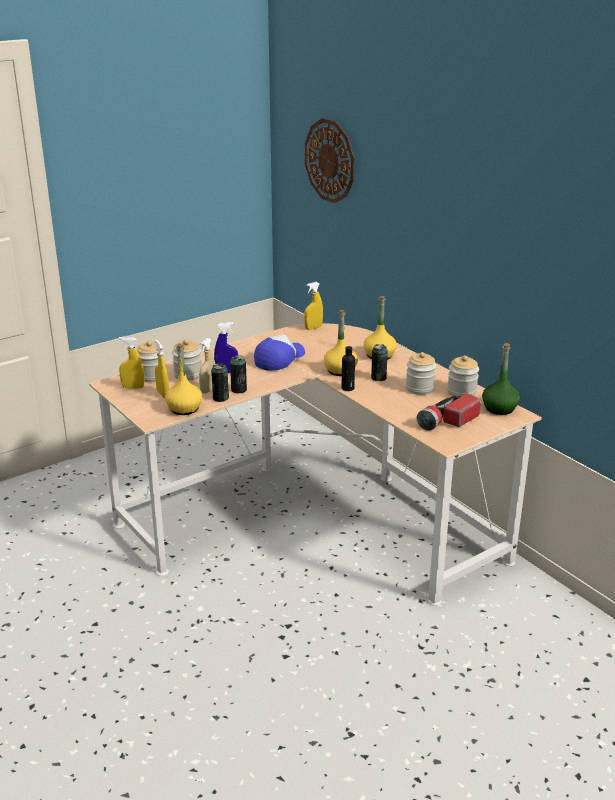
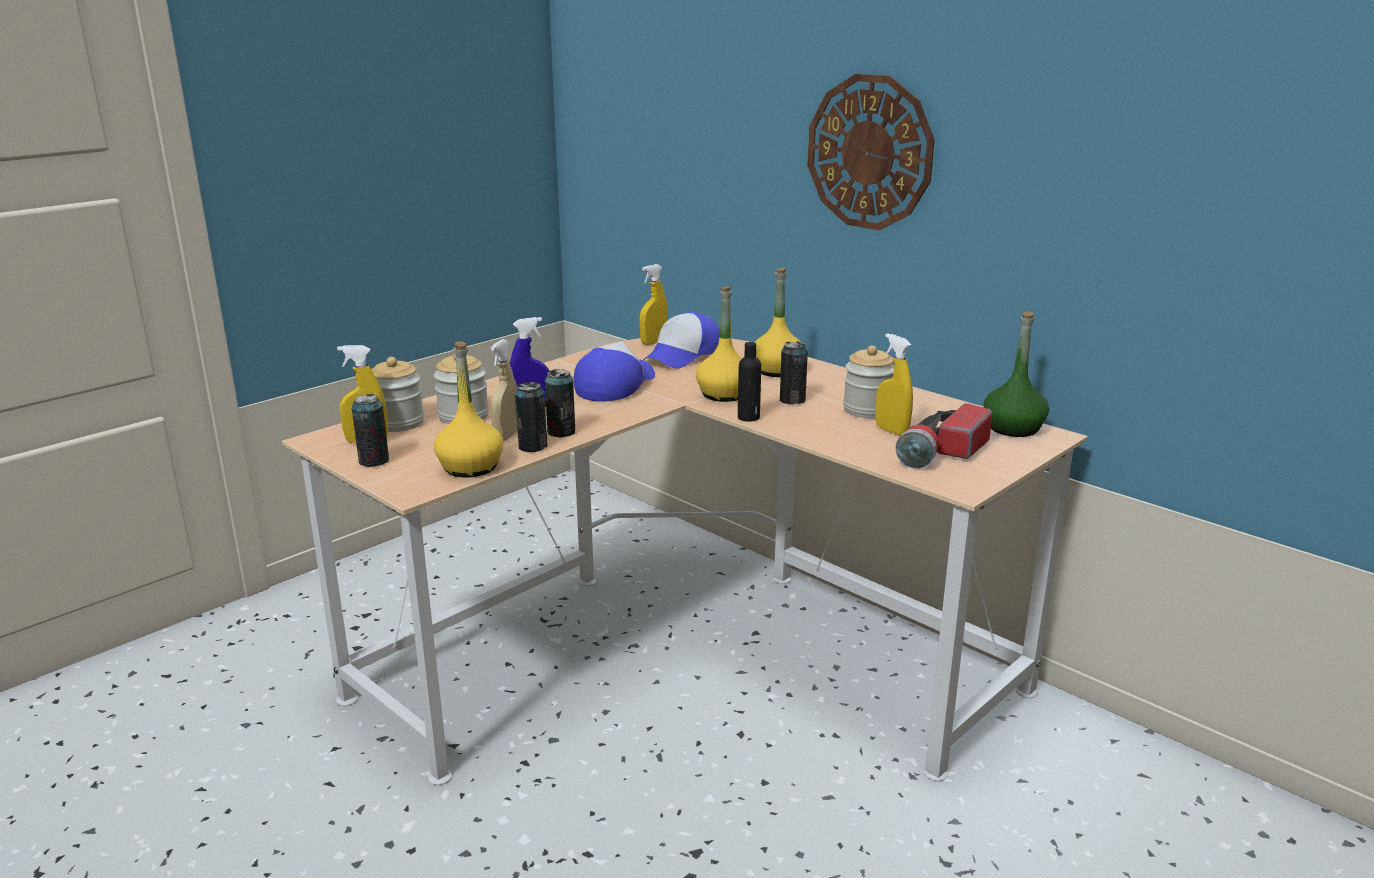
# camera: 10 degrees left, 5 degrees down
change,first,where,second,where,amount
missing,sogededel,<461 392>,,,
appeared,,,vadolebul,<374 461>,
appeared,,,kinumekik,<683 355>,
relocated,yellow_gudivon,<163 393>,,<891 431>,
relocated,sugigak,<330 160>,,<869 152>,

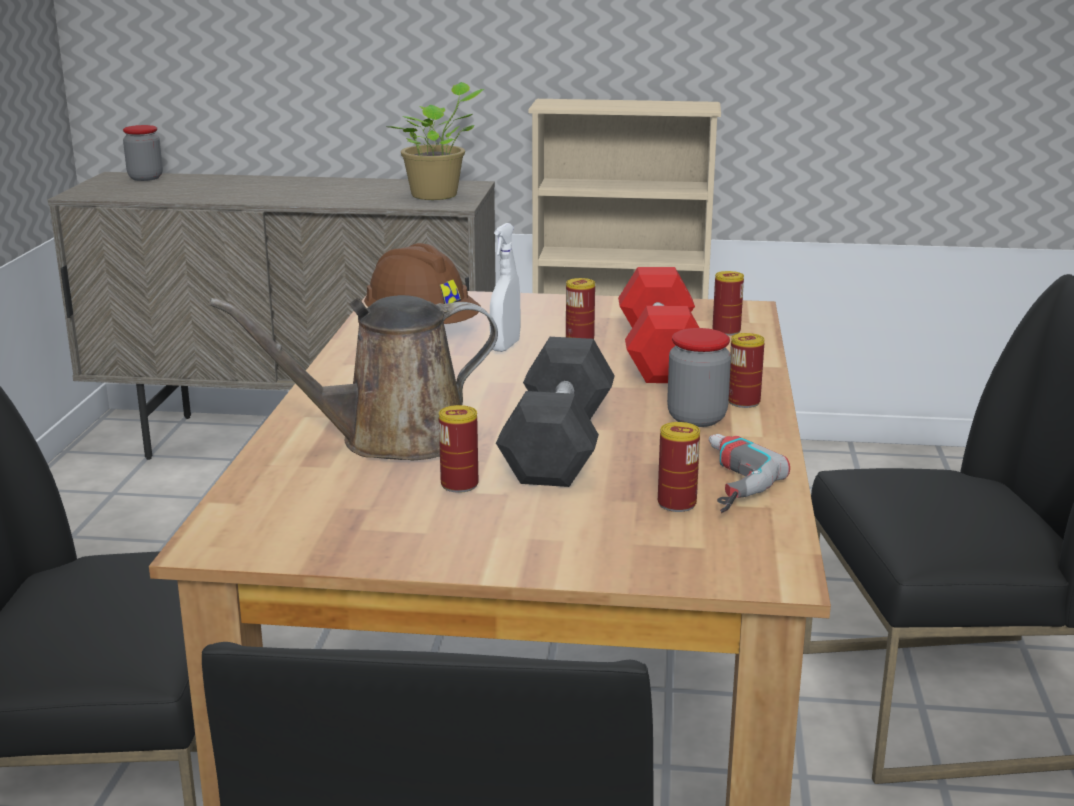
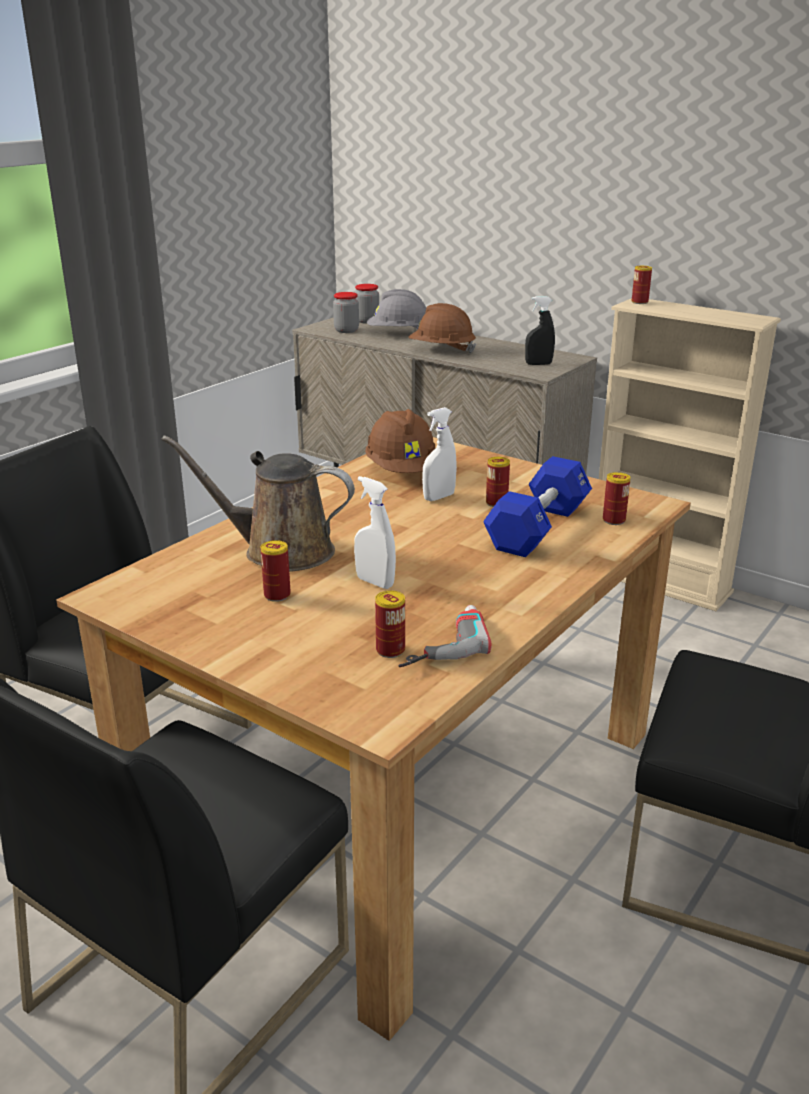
# camera: 30 degrees right, 5 degrees up
change,first,where,second,where,amount
appeared,,,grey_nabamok,<398 334>,
appeared,,,brown_nabamok,<441 350>,
relocated,sogededel,<696 418>,,<346 330>,
relocated,vadolebul,<743 402>,,<639 302>,
exchanged,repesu,<438 195>,black_gudivon,<538 364>,
exchanged,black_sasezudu,<558 444>,white_gudivon,<375 582>,
colour,red_sasezudu,<660 354>,blue_sasezudu,<538 528>,

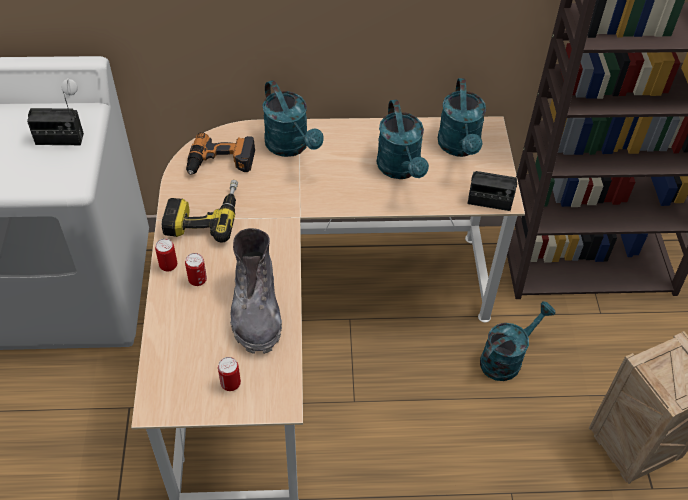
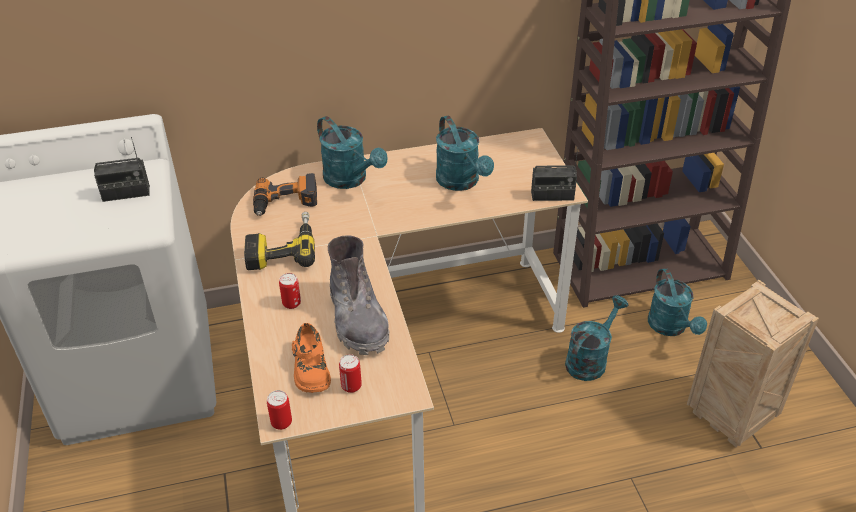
# camera: 10 degrees left, 10 degrees down
change,first,where,second,where,amount
appeared,,,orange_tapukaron,<310 368>,
relocated,vadolebul,<168 265>,,<281 422>,
relocated,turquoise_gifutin,<460 147>,,<671 327>,

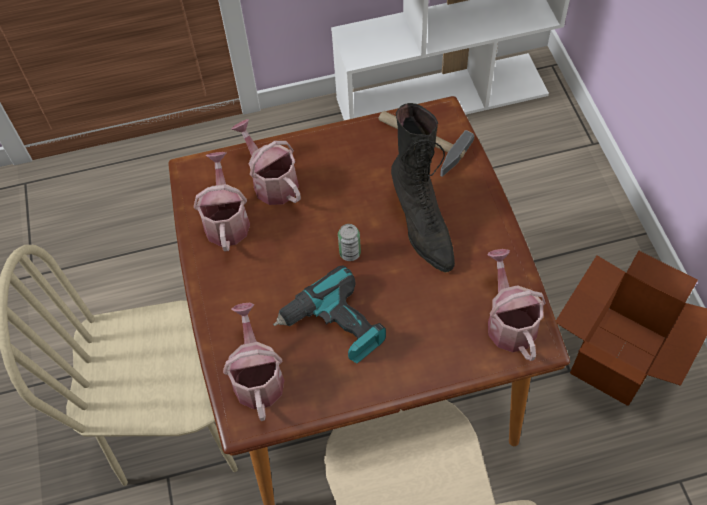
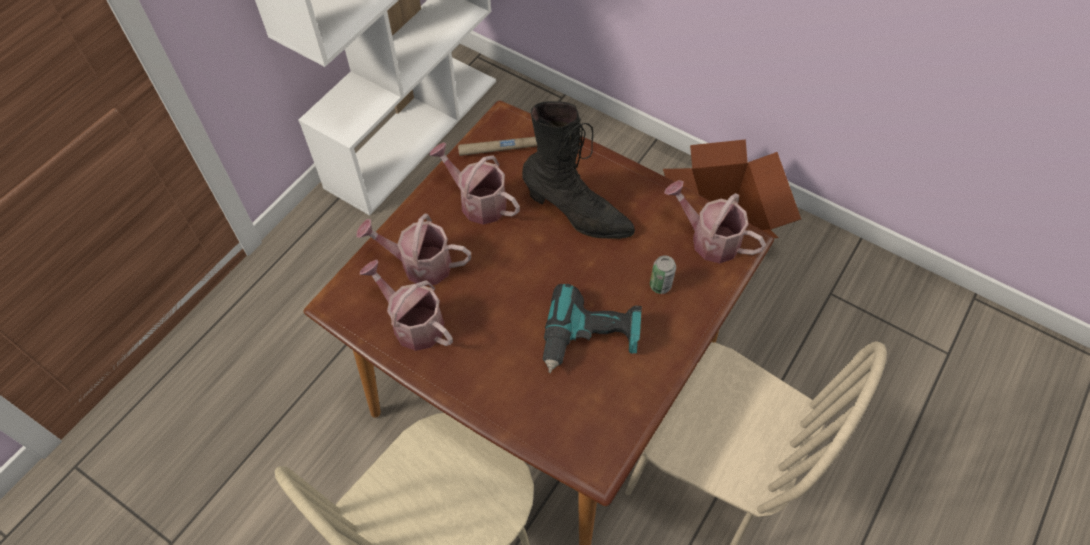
# camera: 45 degrees left, 0 degrees up
change,first,where,second,where,amount
relocated,gifutin,<257 377>,,<477 201>,
relocated,vadolebul,<350 253>,,<660 285>,

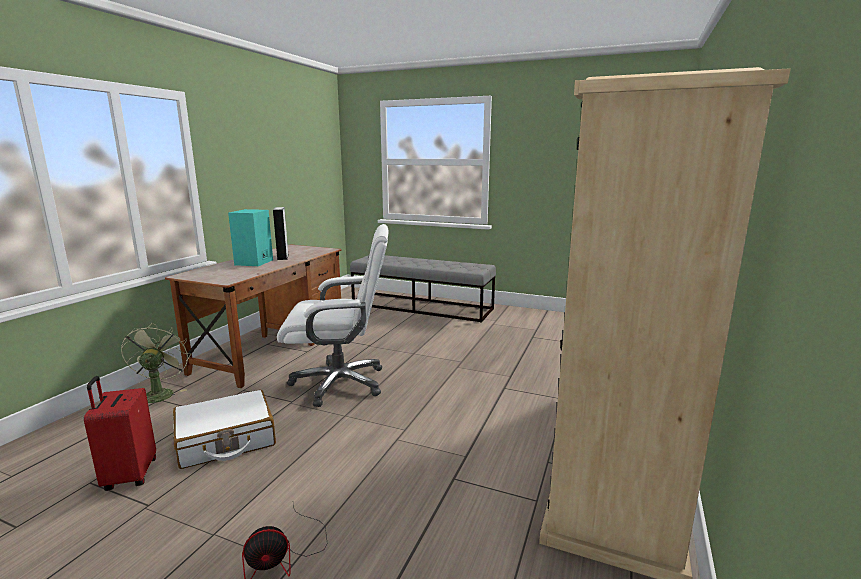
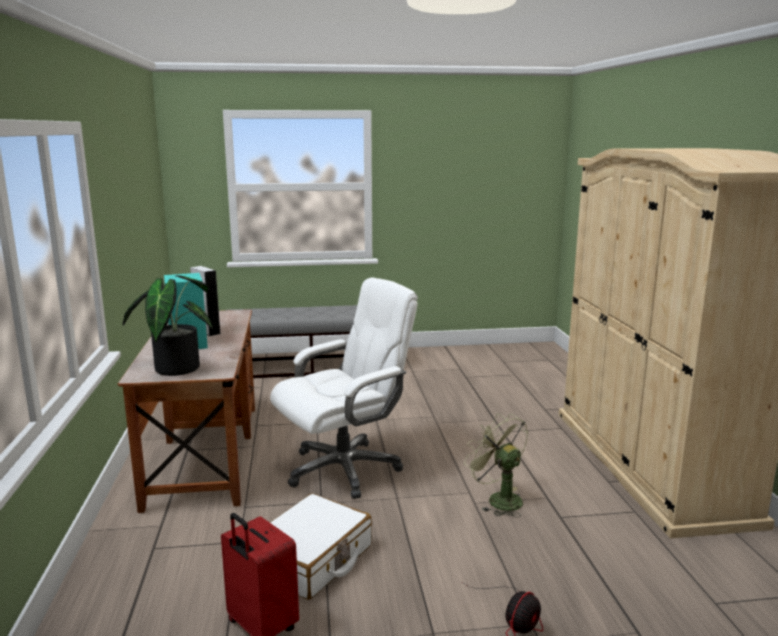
# camera: 30 degrees left, 0 degrees up
change,first,where,second,where,amount
appeared,,,repesu,<175 367>,
relocated,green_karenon,<159 393>,,<498 499>,

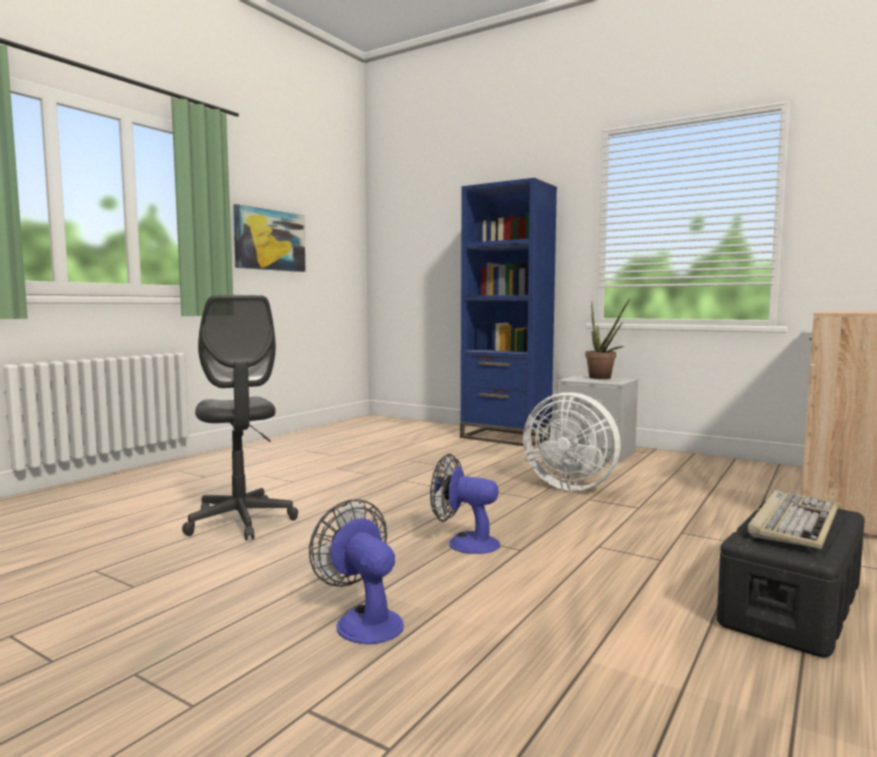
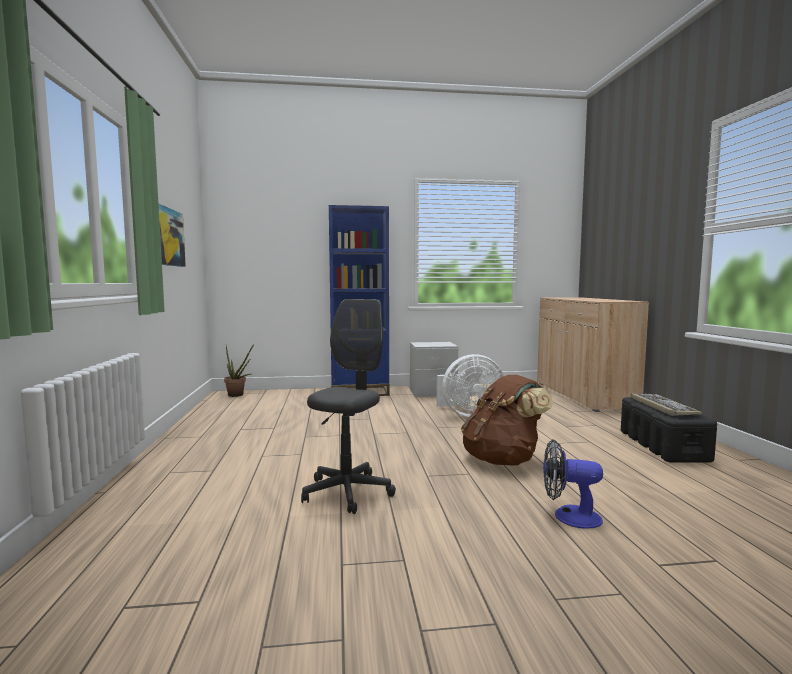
# camera: 40 degrees left, 0 degrees up
change,first,where,second,where,amount
relocated,repesu,<603 378>,,<238 395>,
exchanged,karenon,<464 543>,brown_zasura,<503 460>,
spun,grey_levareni,<240 522>,,<347 492>,90 degrees counterclockwise

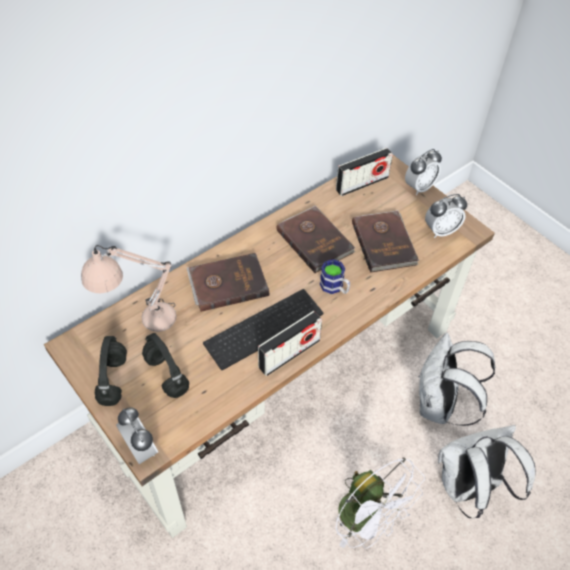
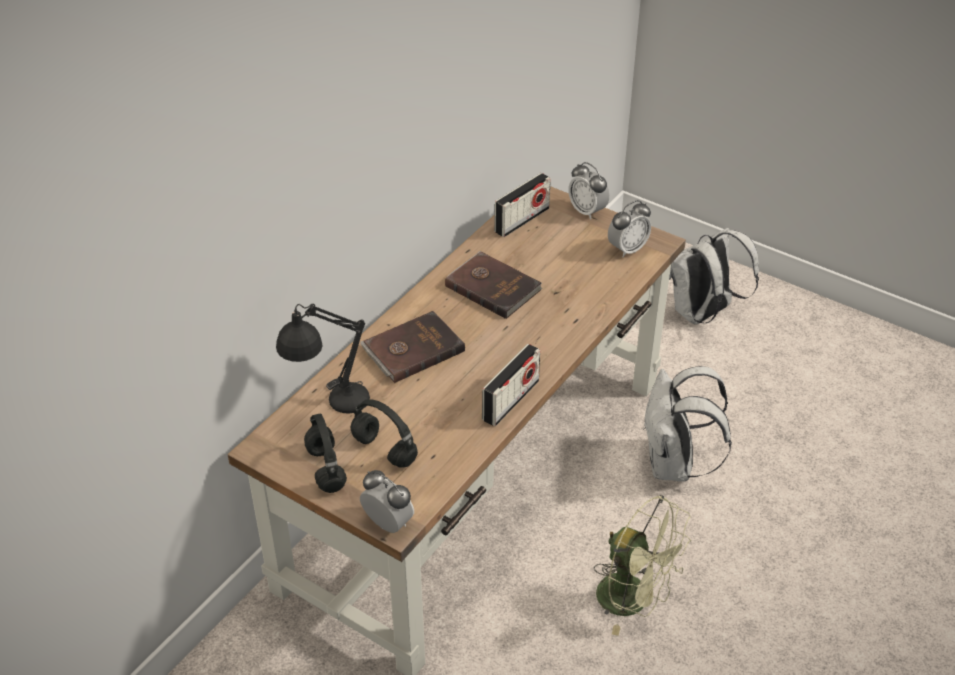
# camera: 15 degrees left, 10 degrees down
change,first,where,second,where,amount
missing,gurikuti,<264 326>,,,
missing,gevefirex,<335 287>,,,
missing,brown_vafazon,<384 243>,,,
relocated,white_zasura,<468 487>,,<702 314>,
colour,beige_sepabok,<140 322>,black_sepabok,<330 408>,
colour,white_karenon,<367 519>,green_karenon,<634 600>,
spun,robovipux,<419 187>,,<587 211>,105 degrees clockwise

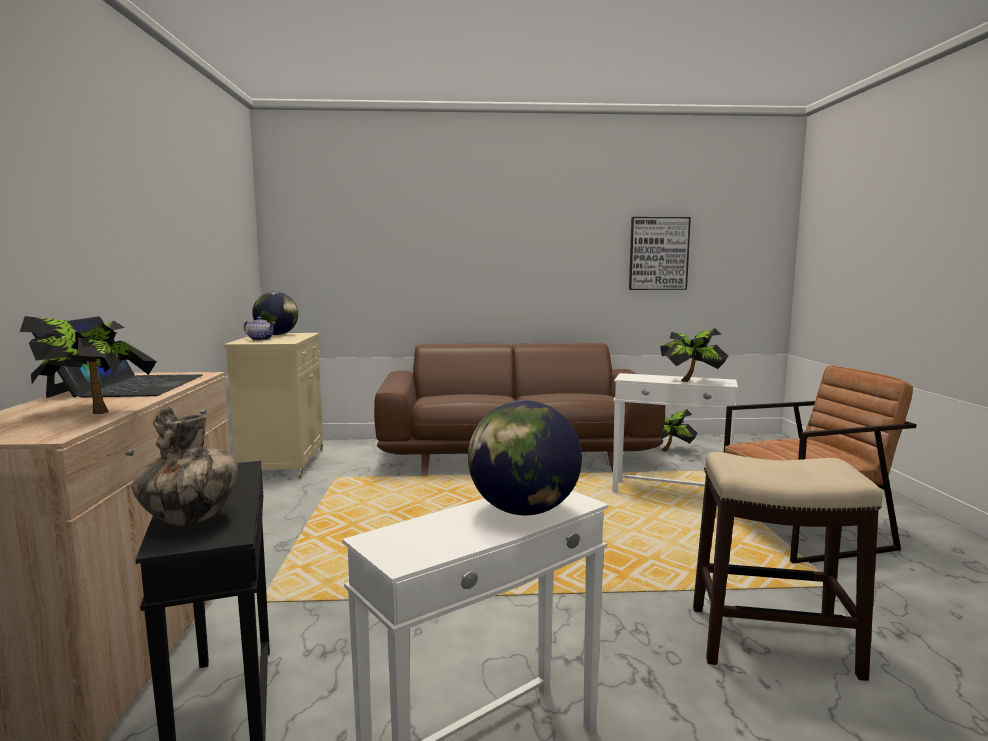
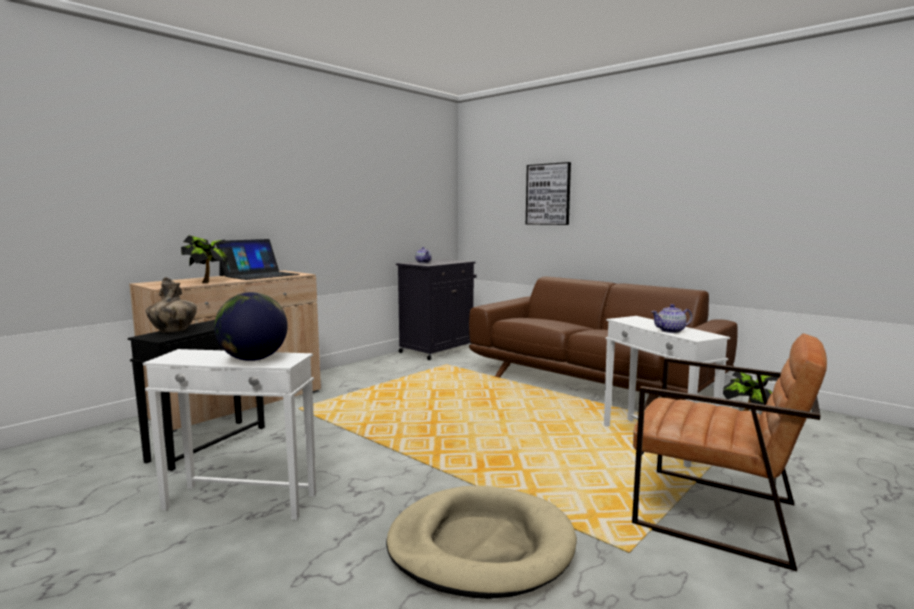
# camera: 45 degrees right, 0 degrees up
change,first,where,second,where,amount
missing,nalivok,<277 335>,,,
relocated,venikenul,<658 253>,,<548 194>,
exchanged,repesu,<692 381>,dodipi,<671 331>,
exchanged,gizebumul,<770 641>,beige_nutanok,<480 546>,
colour,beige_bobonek,<283 463>,black_bobonek,<438 350>,

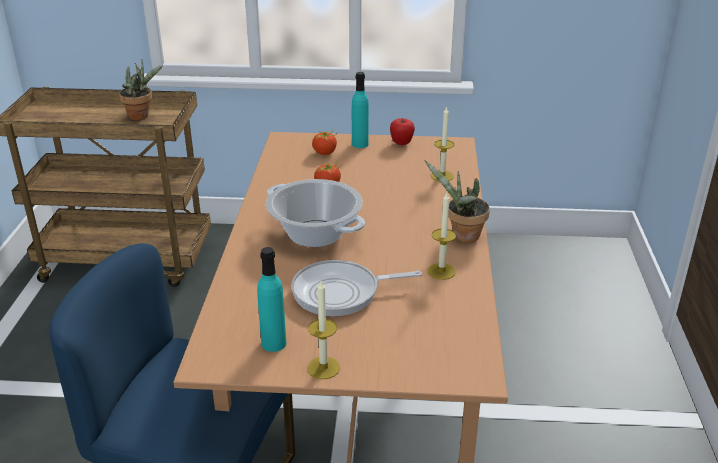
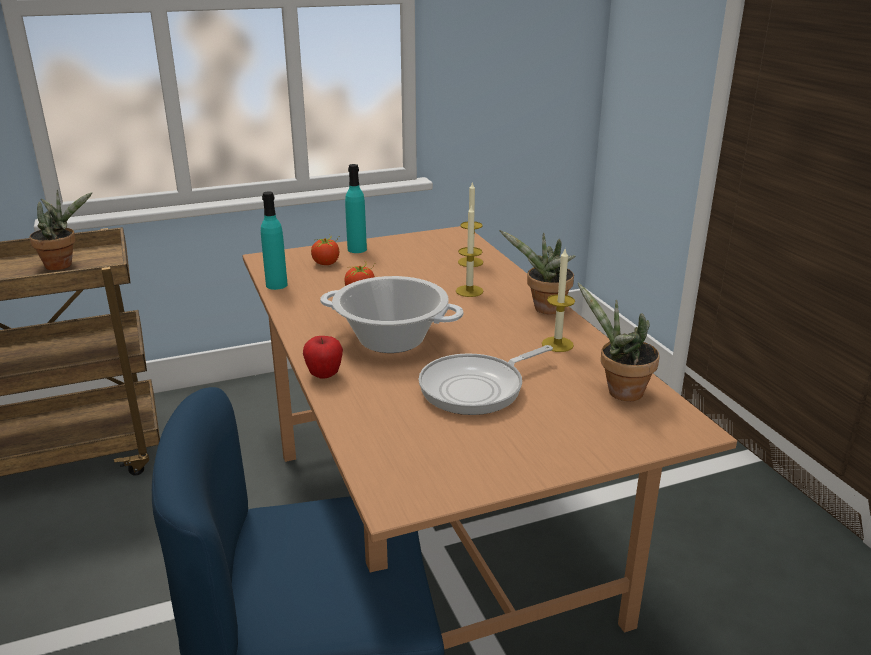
# camera: 25 degrees left, 5 degrees down
change,first,where,second,where,amount
appeared,,,repesu,<619 392>,
relocated,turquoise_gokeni,<273 343>,,<276 285>,
relocated,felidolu,<323 368>,,<469 291>,
relocated,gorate,<401 143>,,<324 375>,

